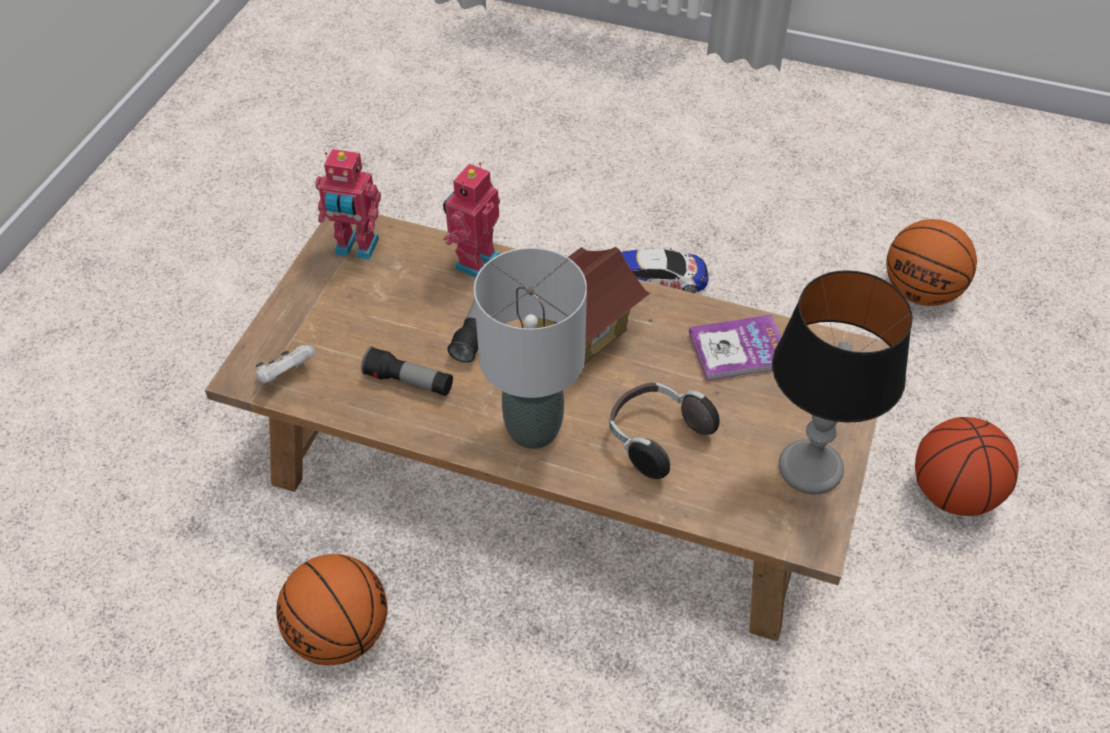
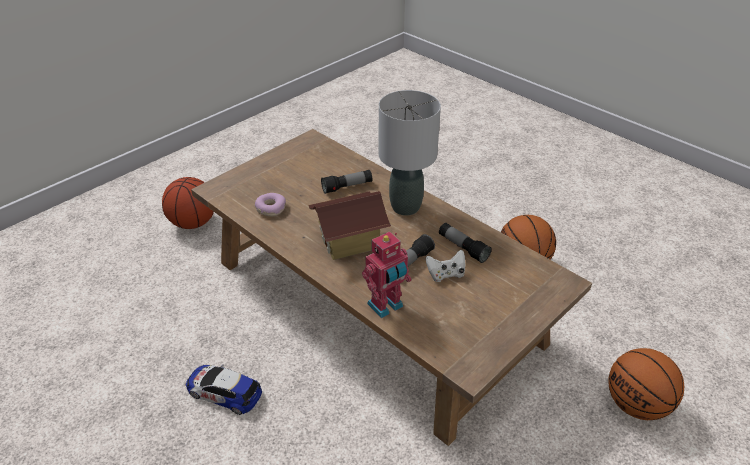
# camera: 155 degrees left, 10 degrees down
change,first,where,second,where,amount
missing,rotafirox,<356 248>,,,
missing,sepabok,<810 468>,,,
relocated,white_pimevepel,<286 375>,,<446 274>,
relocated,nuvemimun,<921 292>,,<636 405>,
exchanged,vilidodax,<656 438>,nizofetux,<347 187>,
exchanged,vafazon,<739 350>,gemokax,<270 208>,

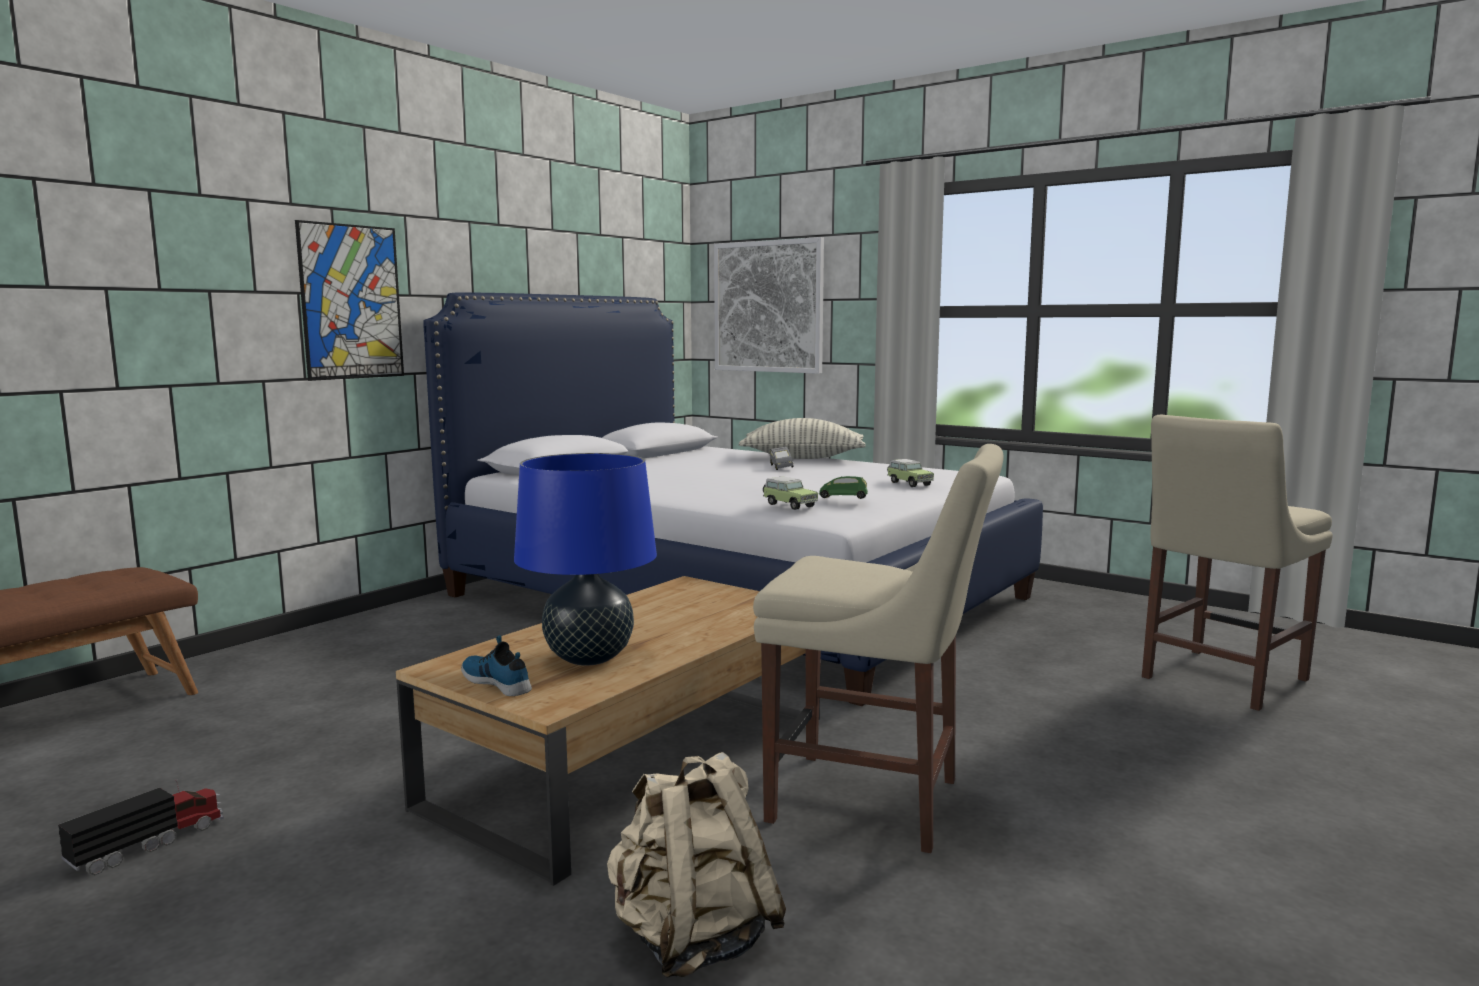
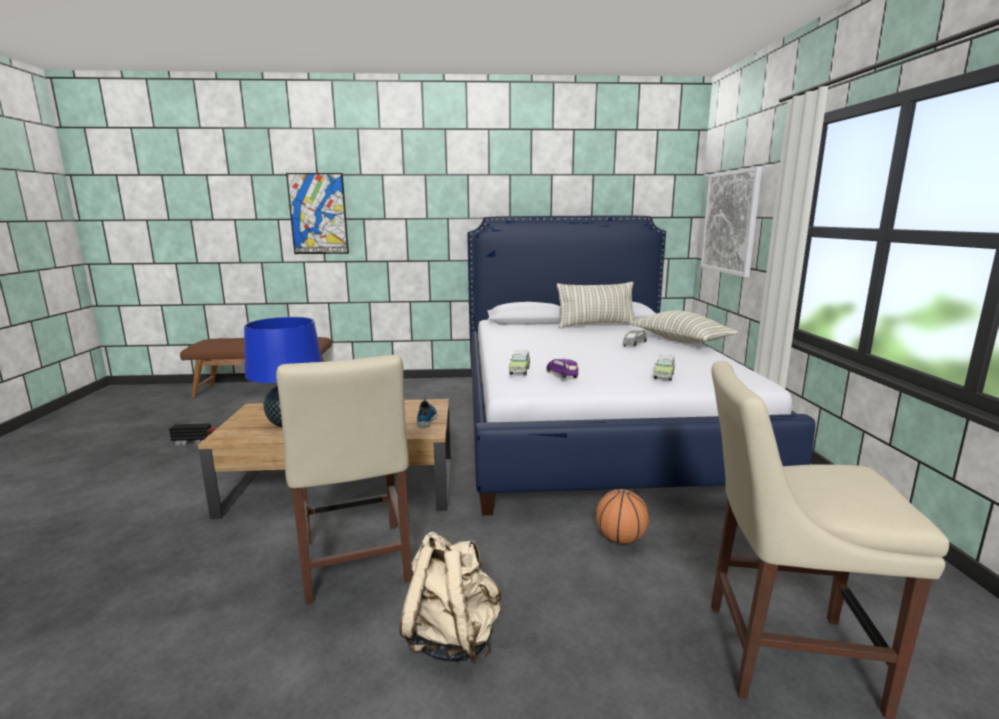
# camera: 50 degrees right, 5 degrees up
change,first,where,second,where,amount
appeared,,,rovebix,<596 325>,
appeared,,,nuvemimun,<620 539>,
relocated,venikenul,<351 302>,,<318 214>,
relocated,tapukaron,<497 681>,,<427 419>,
relocated,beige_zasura,<693 940>,,<452 637>,
colour,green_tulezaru,<843 499>,purple_tulezaru,<562 375>,

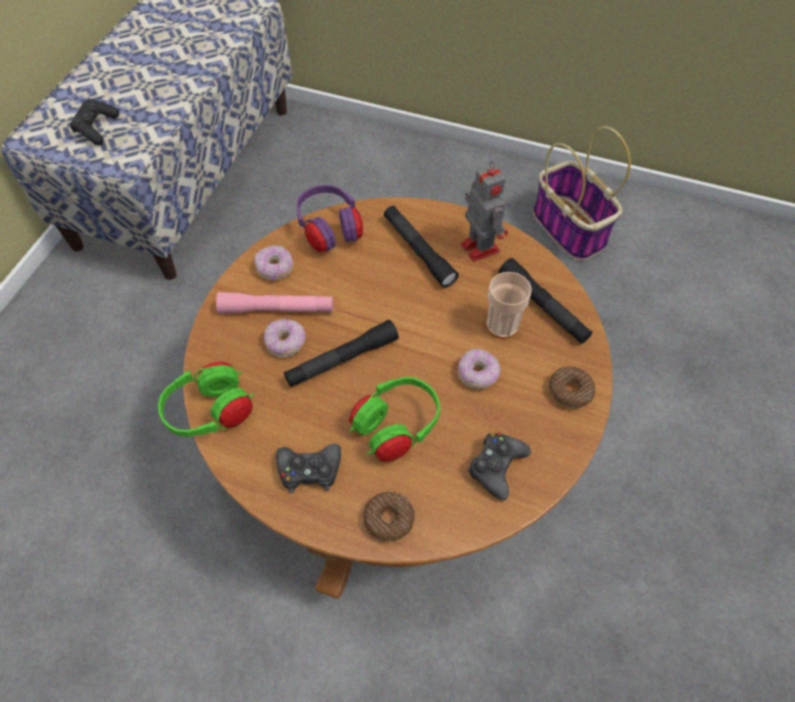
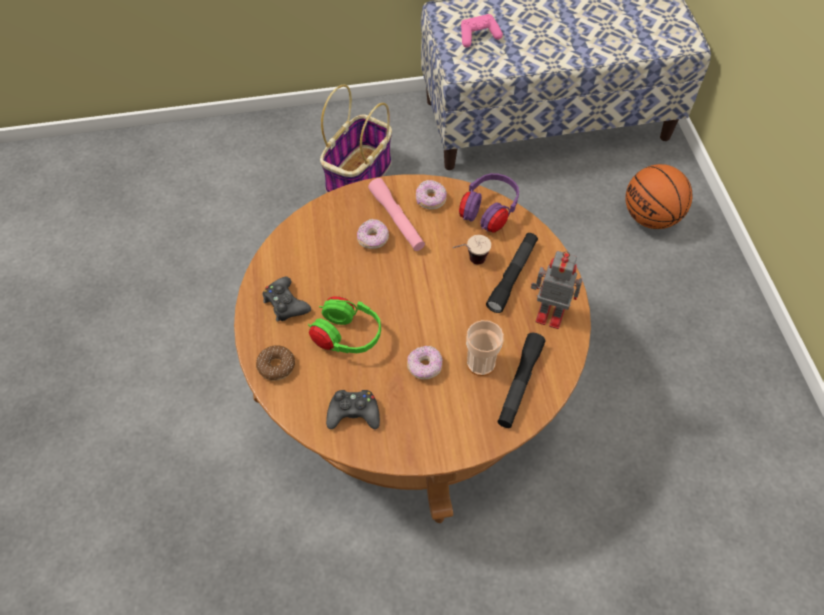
# camera: 60 degrees right, 0 degrees up
change,first,where,second,where,amount
missing,green_vilidodax,<211 412>,,,
missing,black_nizofetux,<342 360>,,,
missing,gemokax,<570 391>,,,
appeared,,,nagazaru,<469 262>,
appeared,,,nuvemimun,<651 217>,
relocated,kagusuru,<570 229>,,<358 176>,
colour,black_pimevepel,<97 129>,pink_pimevepel,<478 36>,
spun,rotafirox,<479 246>,,<548 313>,105 degrees counterclockwise

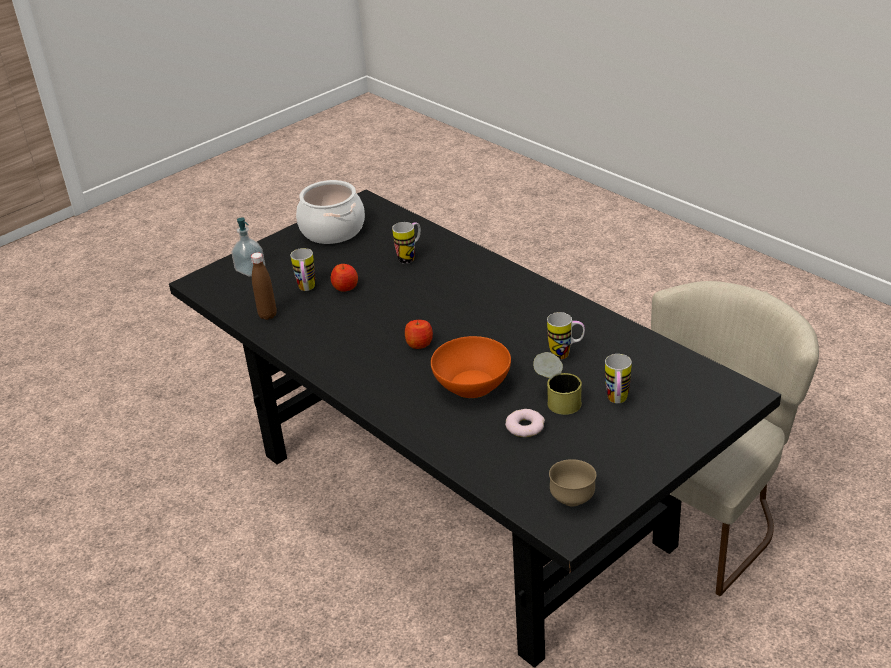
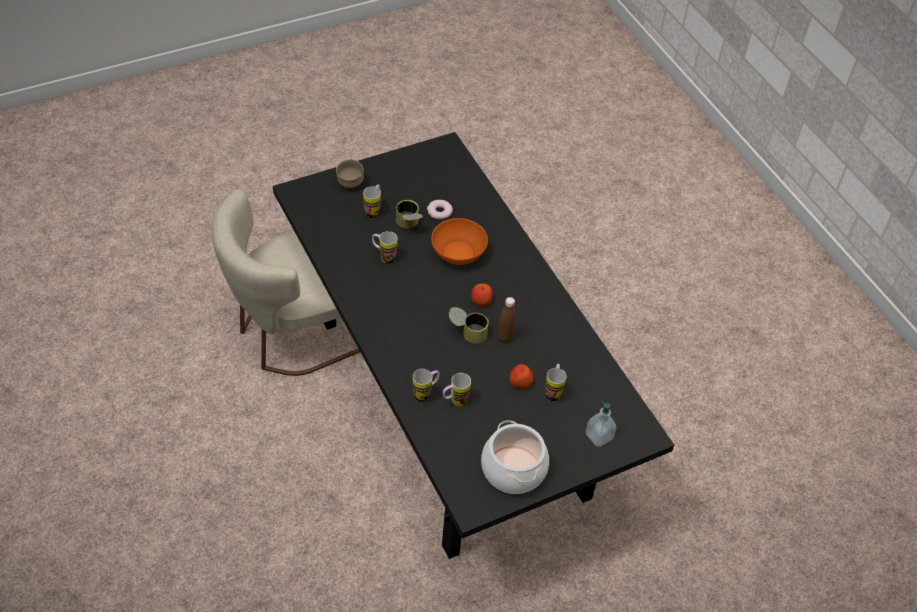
# camera: 170 degrees left, 15 degrees up
change,first,where,second,where,amount
appeared,,,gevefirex,<425 394>,
appeared,,,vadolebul,<467 332>,
relocated,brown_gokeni,<267 315>,,<505 337>,
relocated,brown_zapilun,<572 499>,,<350 184>,

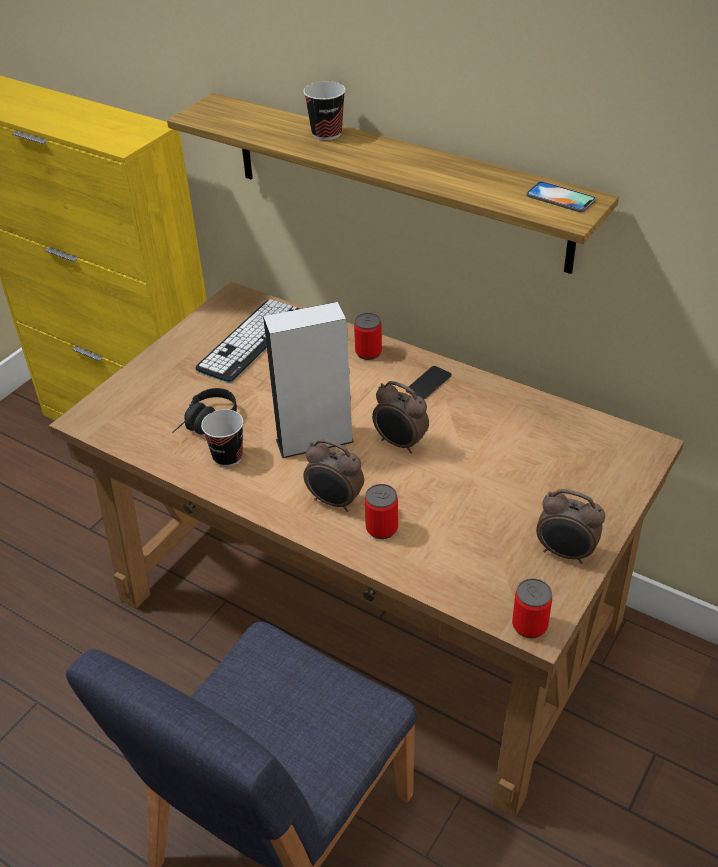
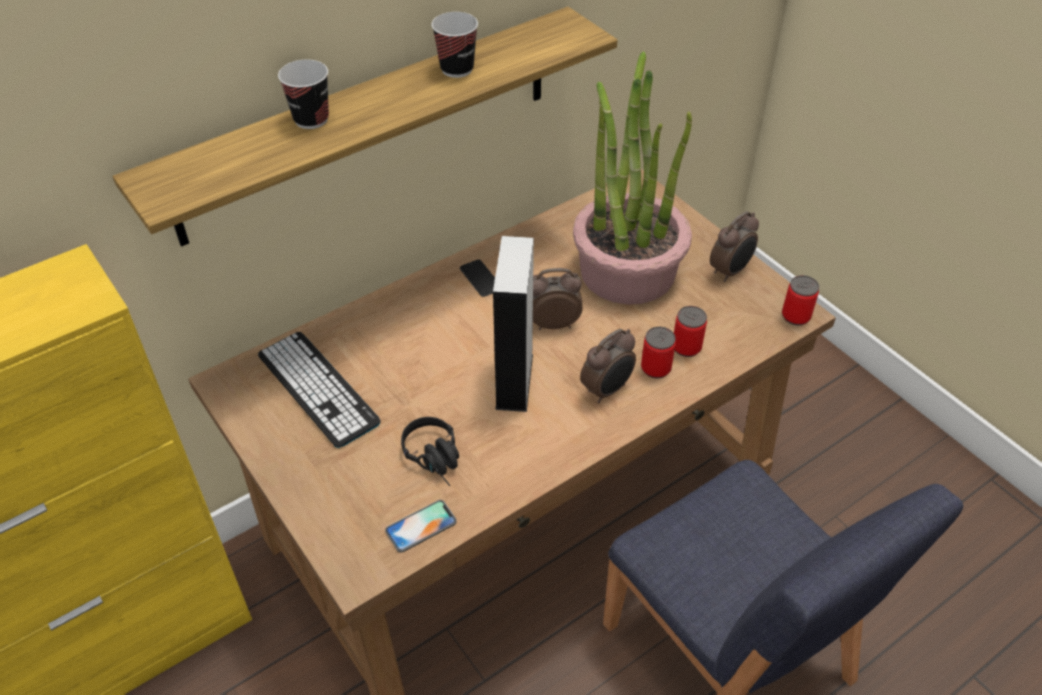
# camera: 70 degrees left, 5 degrees up
change,first,where,second,where,amount
appeared,,,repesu,<627 270>,
relocated,nagazaru,<227 457>,,<457 69>,
relocated,vadolebul,<368 352>,,<686 347>,
relocated,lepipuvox,<560 197>,,<421 526>,
spun,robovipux,<400 444>,,<553 323>,150 degrees counterclockwise

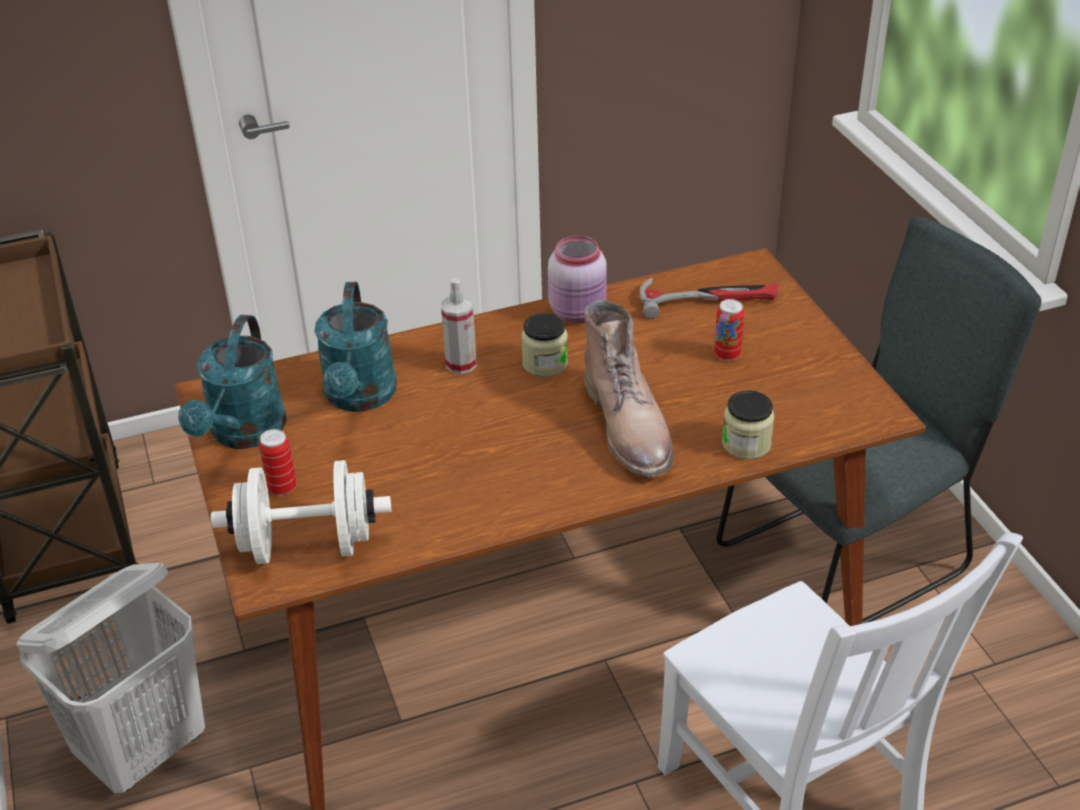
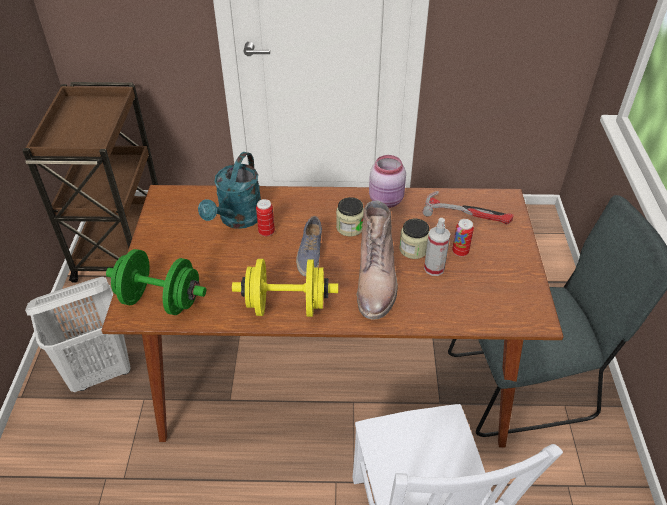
# camera: 20 degrees right, 5 degrees up
change,first,where,second,where,amount
missing,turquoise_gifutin,<244 434>,,,
appeared,,,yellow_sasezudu,<286 306>,
appeared,,,tapukaron,<309 254>,
relocated,vadolebul,<282 487>,,<266 232>,
relocated,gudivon,<461 364>,,<434 268>,
relocated,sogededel,<746 444>,,<413 249>,
colour,white_sasezudu,<307 545>,green_sasezudu,<160 300>,

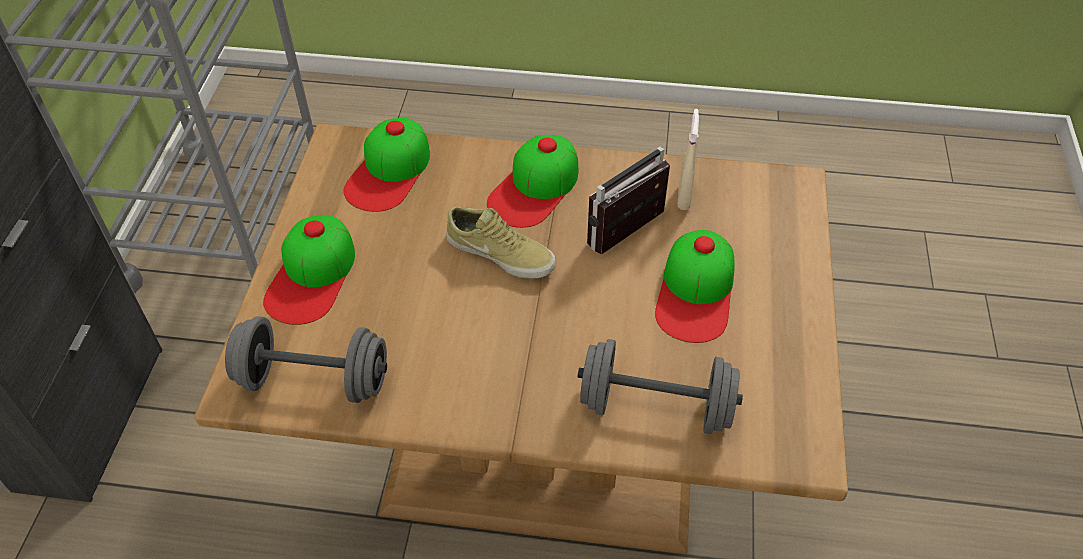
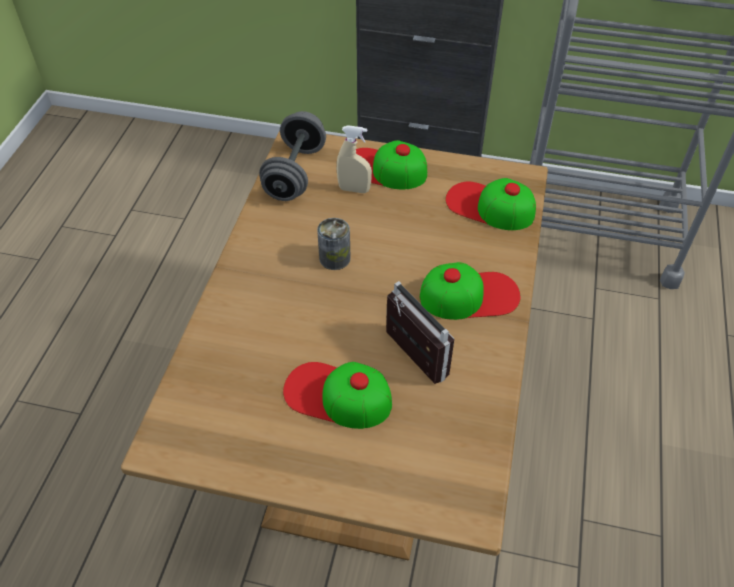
# camera: 95 degrees right, 0 degrees up
change,first,where,second,where,amount
missing,beige_tapukaron,<502 252>,,,
missing,grey_sasezudu,<655 406>,,,
appeared,,,vadolebul,<334 258>,
relocated,beige_gudivon,<684 198>,,<354 189>,
spun,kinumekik,<535 188>,,<469 295>,135 degrees clockwise

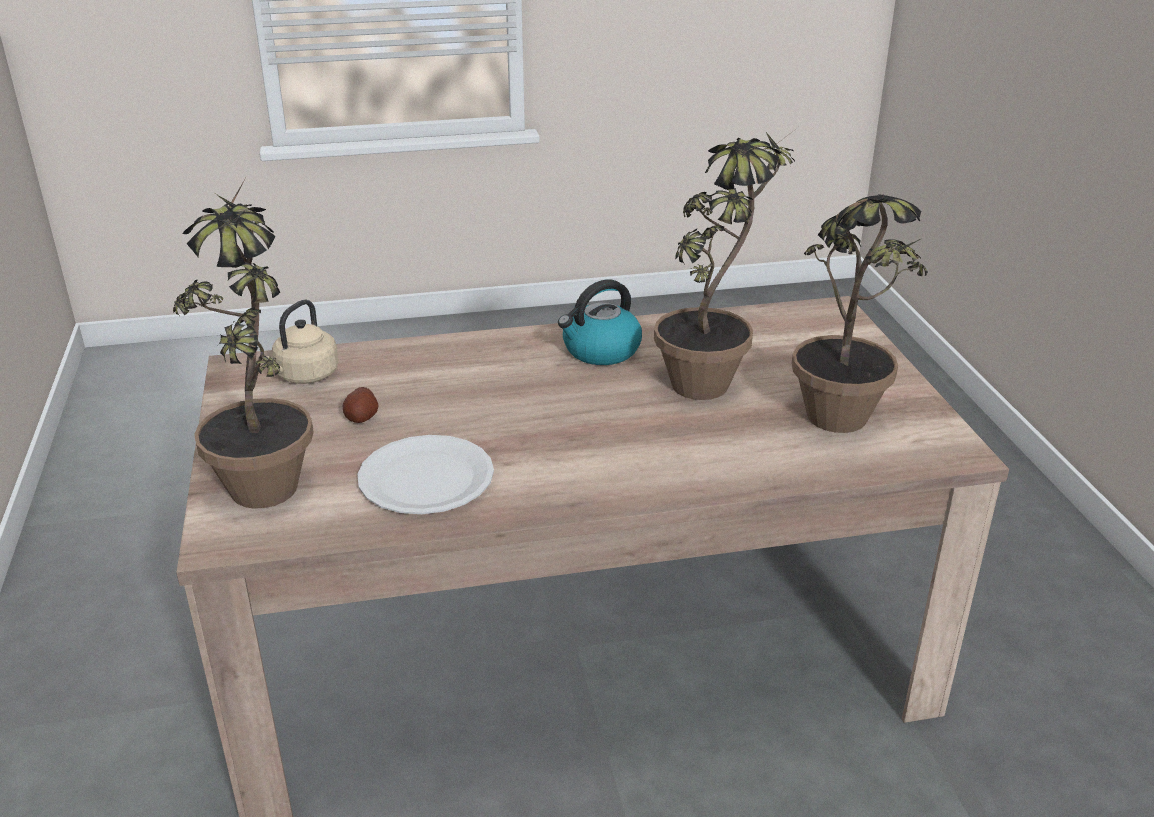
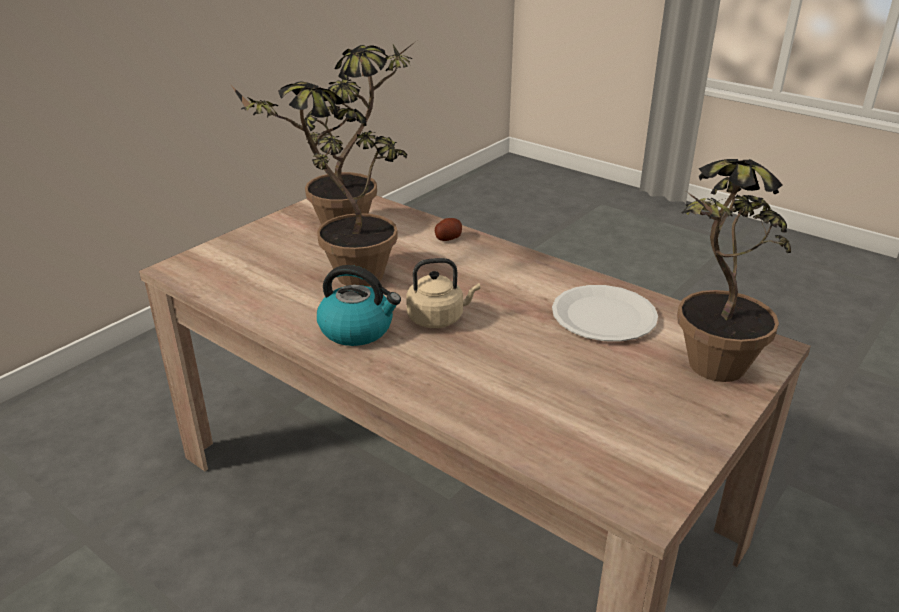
# camera: 130 degrees left, 0 degrees up
change,first,where,second,where,amount
relocated,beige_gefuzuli,<305 376>,,<438 318>,
relocated,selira,<362 417>,,<448 238>,

